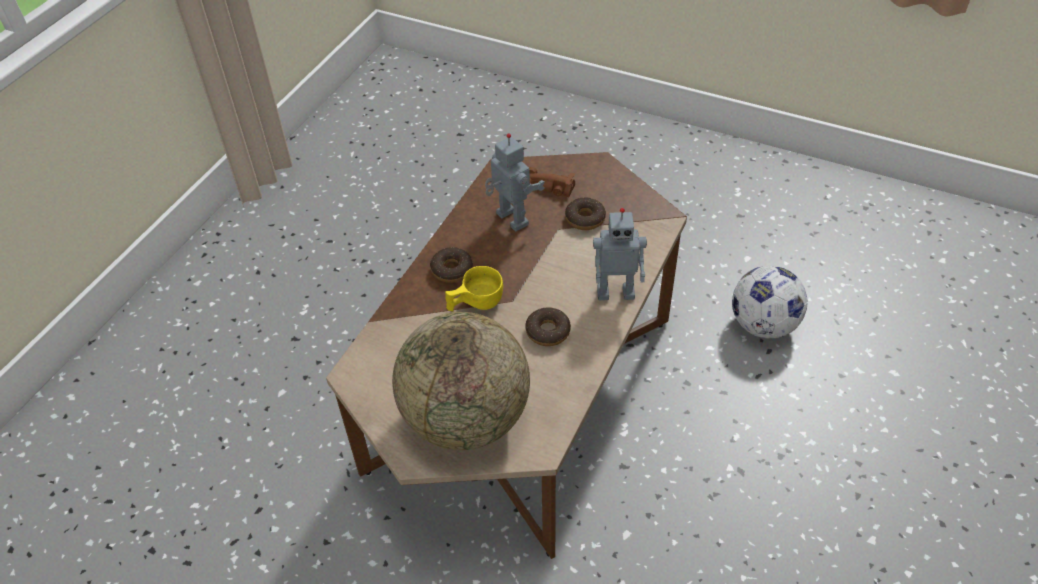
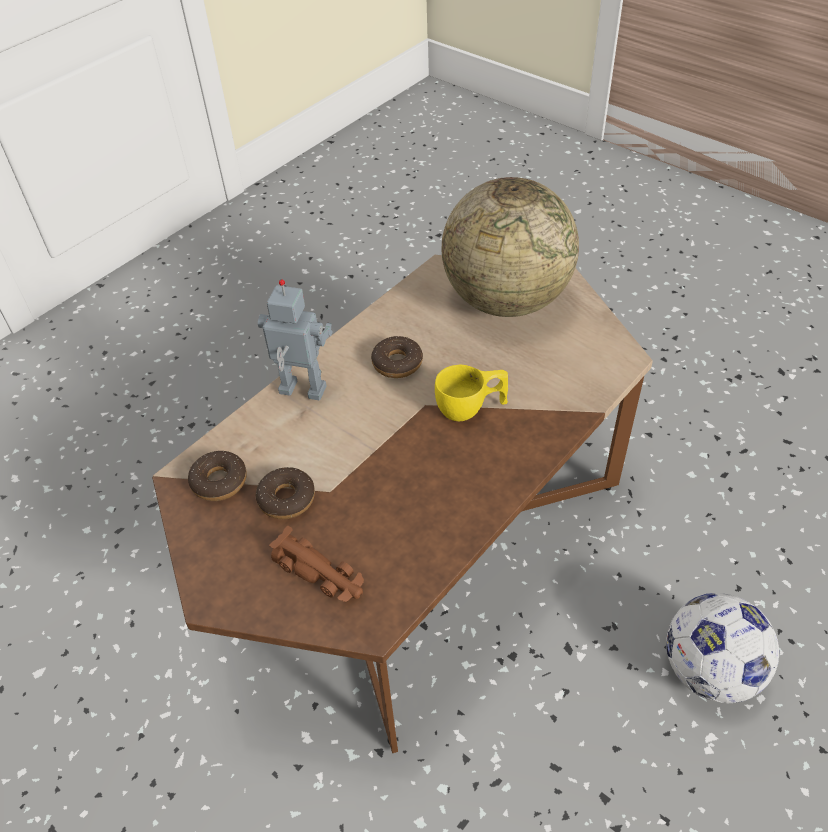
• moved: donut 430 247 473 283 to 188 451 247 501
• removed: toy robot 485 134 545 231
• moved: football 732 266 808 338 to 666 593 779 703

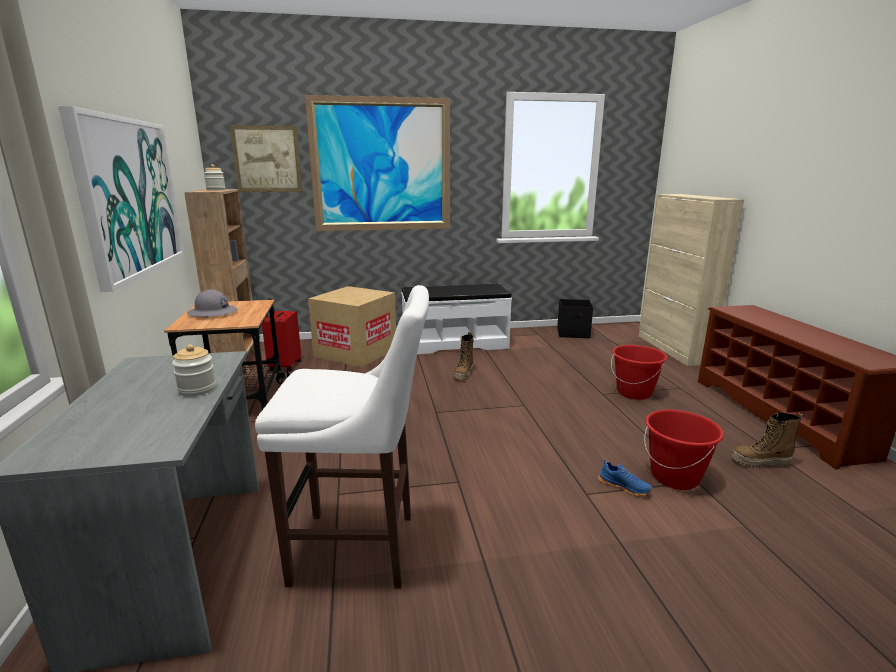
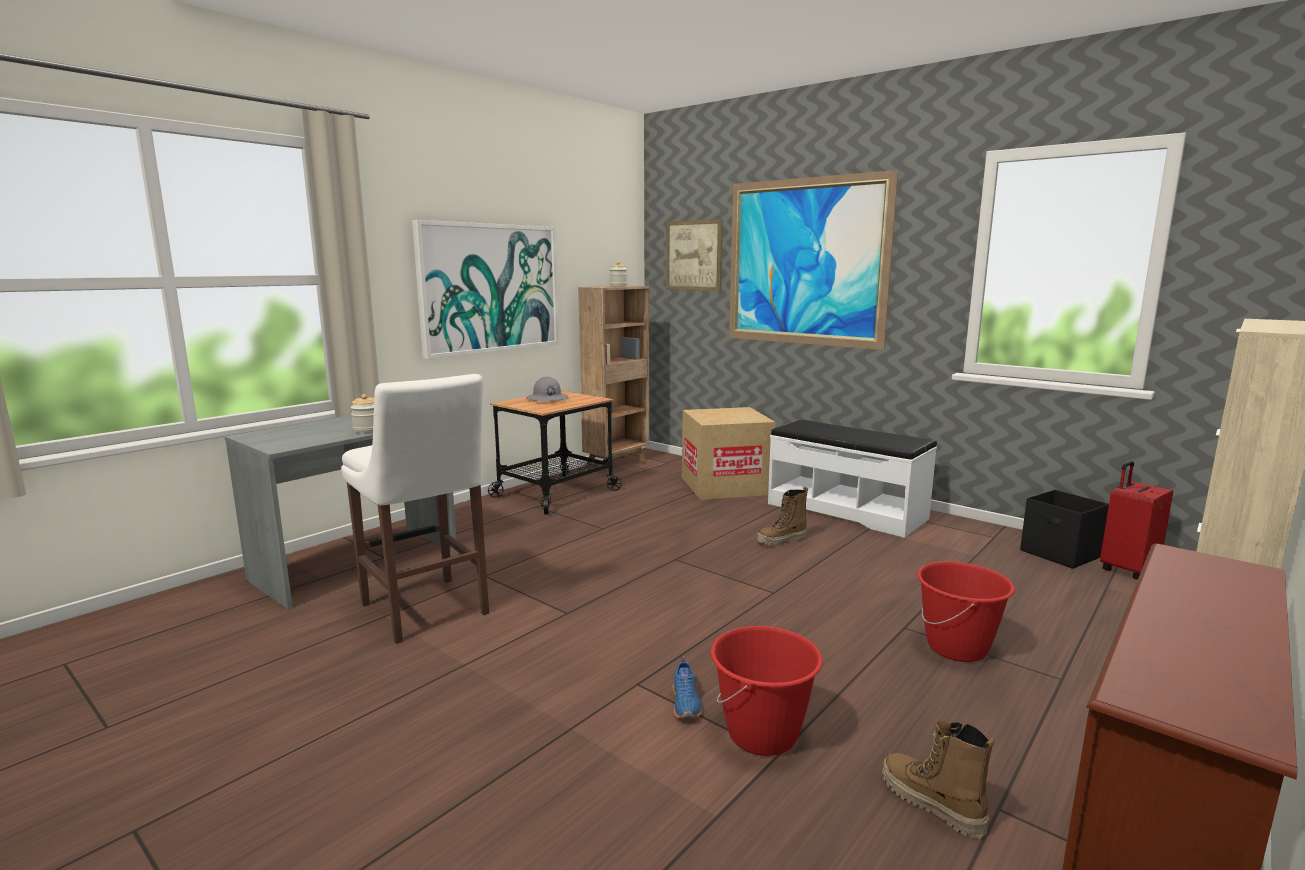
• moved: red suitcase 262 298 301 371 to 1100 461 1173 580

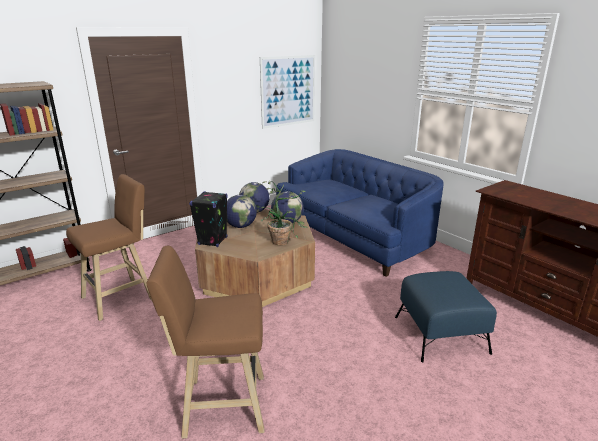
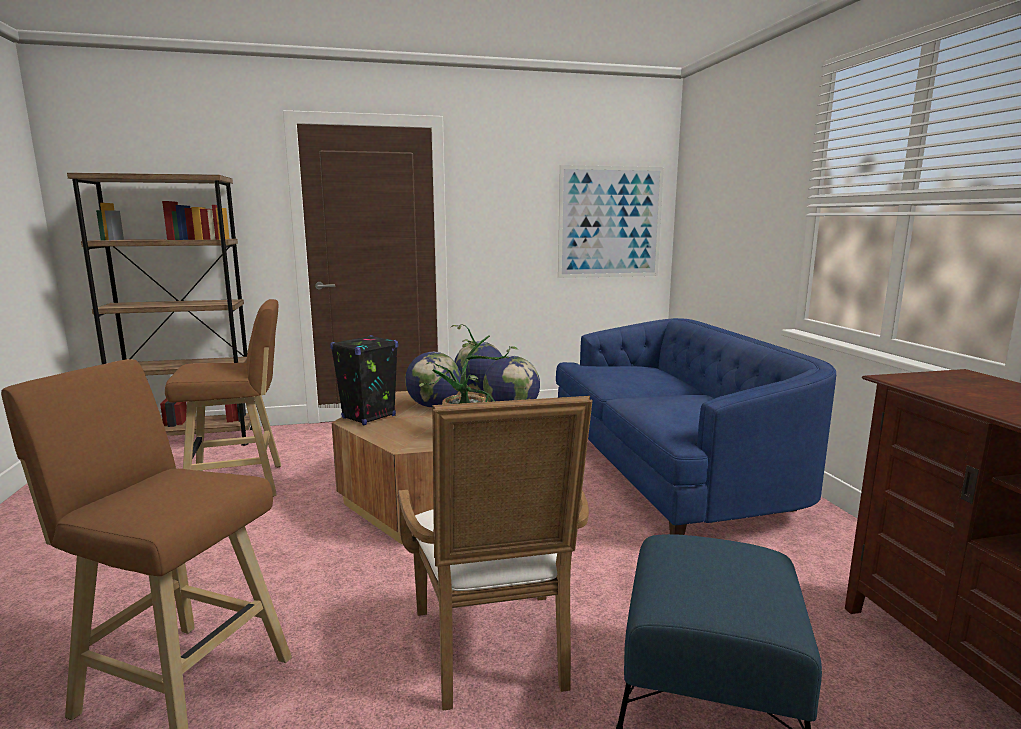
• added: white armchair 398 396 593 711

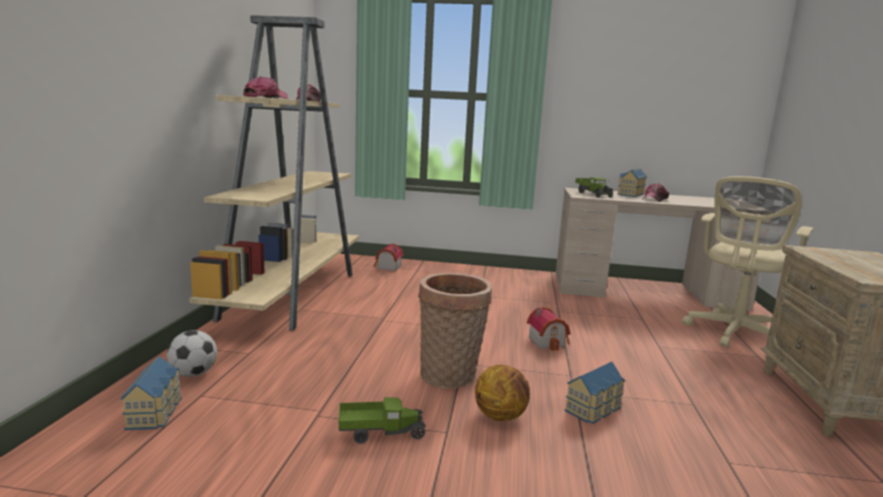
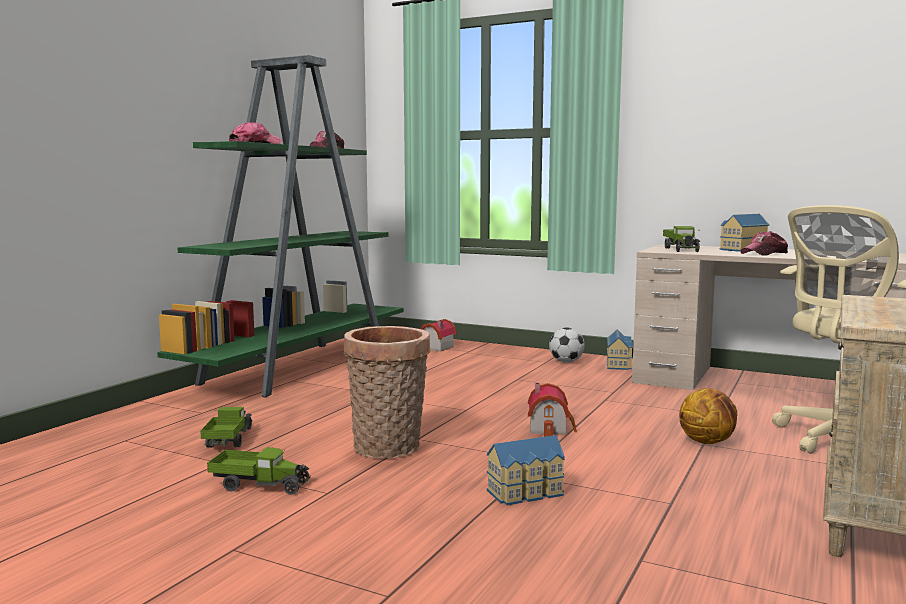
• moved: toy house 121 356 182 430 to 607 329 633 370
• moved: football 167 330 217 377 to 549 327 585 363
• recoloured: beige bookcase 189 15 359 331 to green bookcase 157 55 404 398
• moved: basketball 475 365 530 421 to 679 388 737 444
• added: toy truck 200 407 252 447

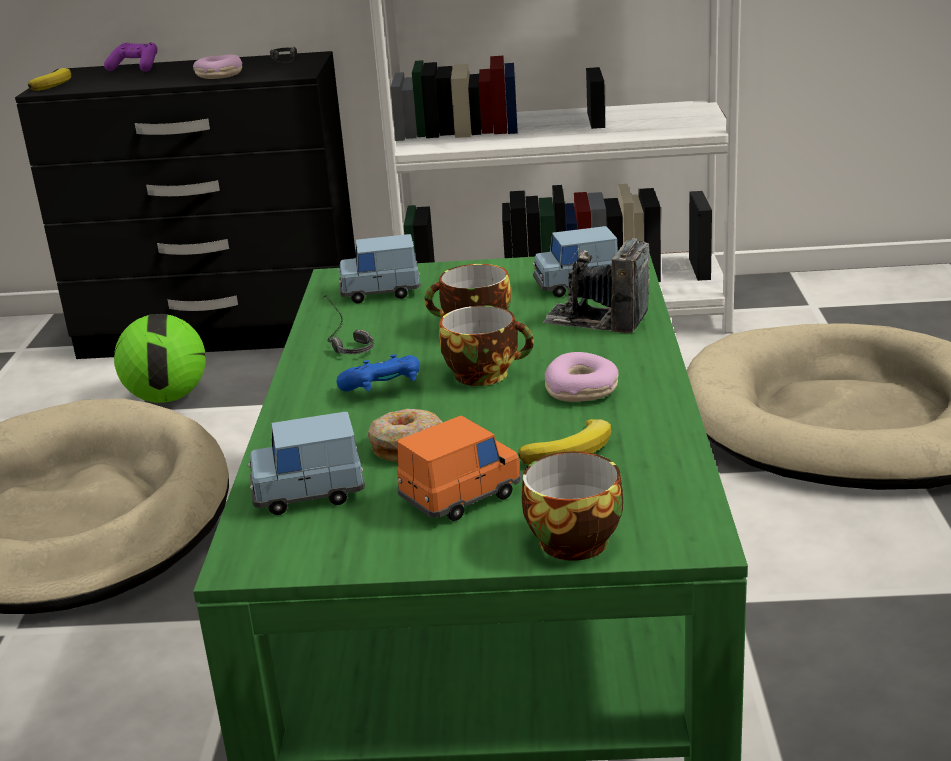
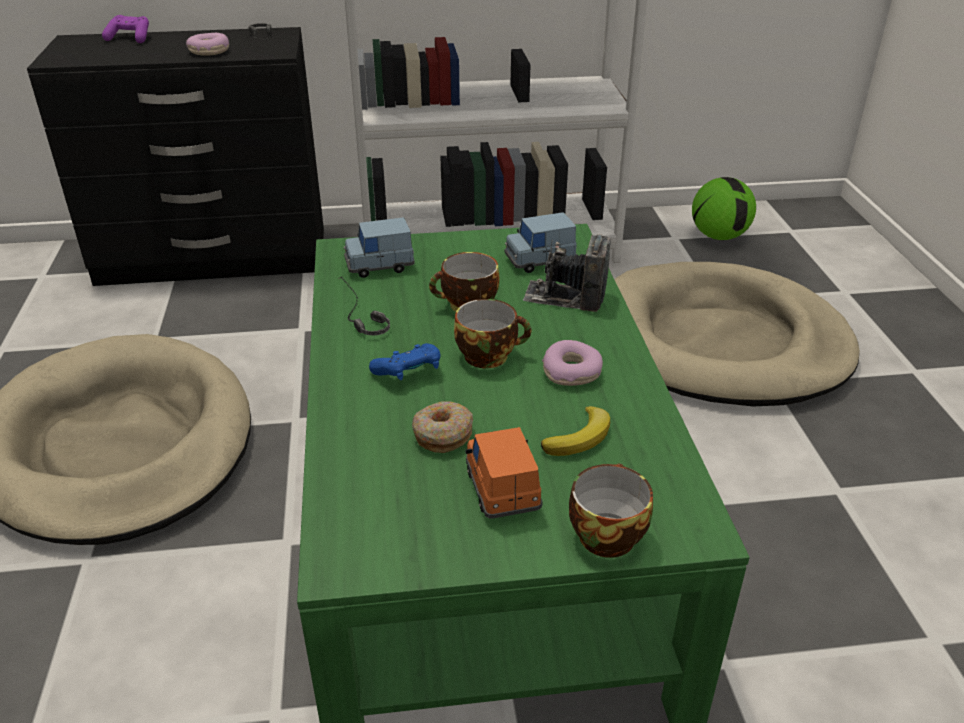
• removed: banana 28 68 71 91
• moved: football 114 314 206 403 to 692 177 756 240
• removed: blue toy car 248 412 365 515
• turned: orange toy car 397 415 522 521 = 466 427 543 519 60 degrees counterclockwise

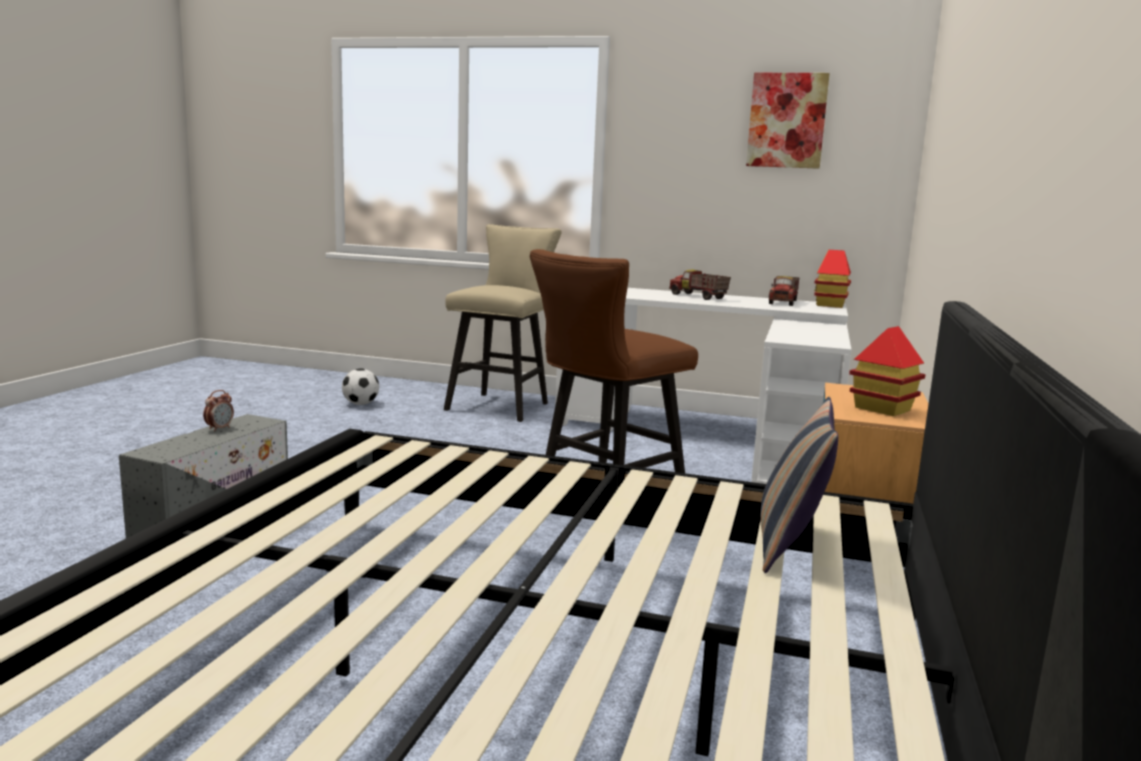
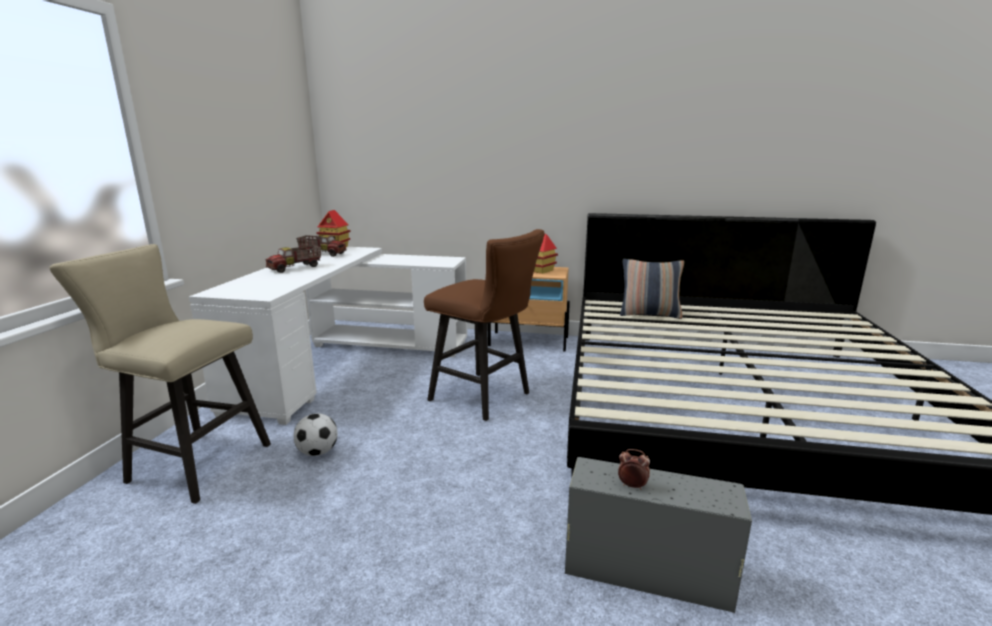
• moved: football 342 368 379 405 to 294 413 337 456
• removed: picture 746 73 830 169

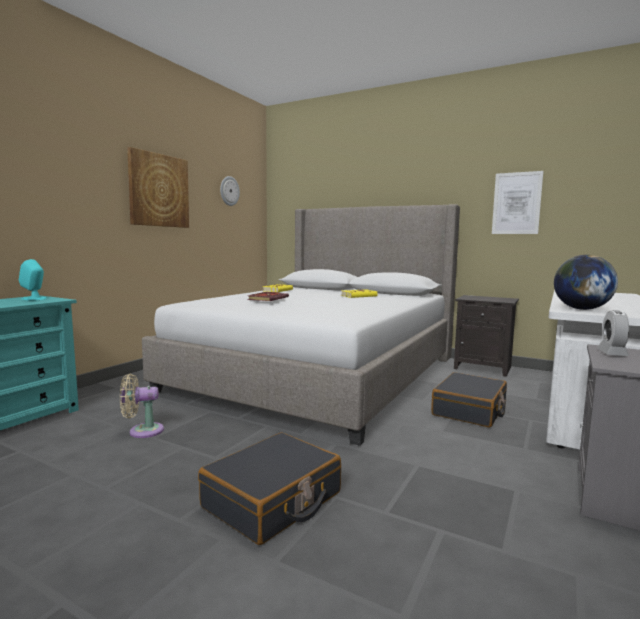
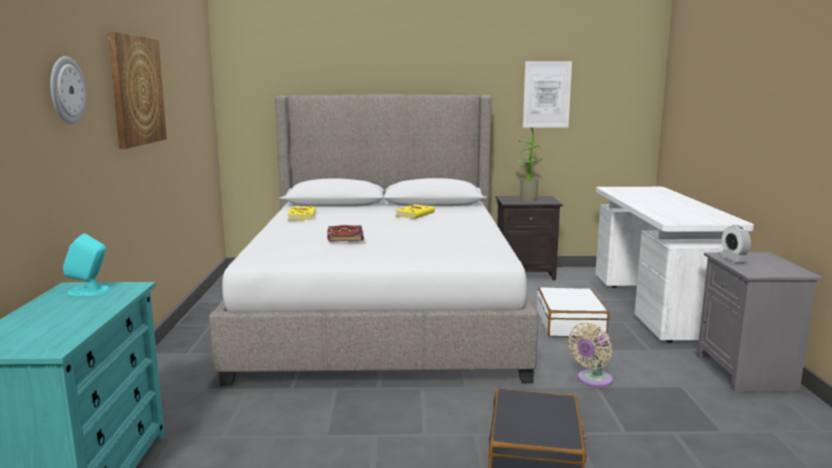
• moved: beige fan 120 374 164 438 to 568 323 613 387
• moved: wall clock 220 176 240 206 to 51 56 86 124
• recoloured: black suitcase 431 372 507 427 to white suitcase 537 287 609 337
• removed: globe 554 255 618 310
• added: potted plant 516 127 542 202

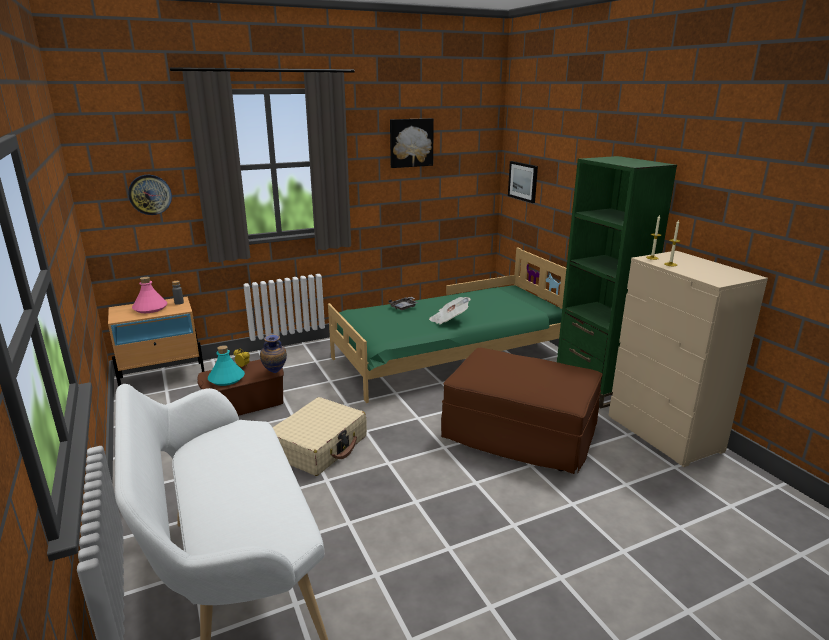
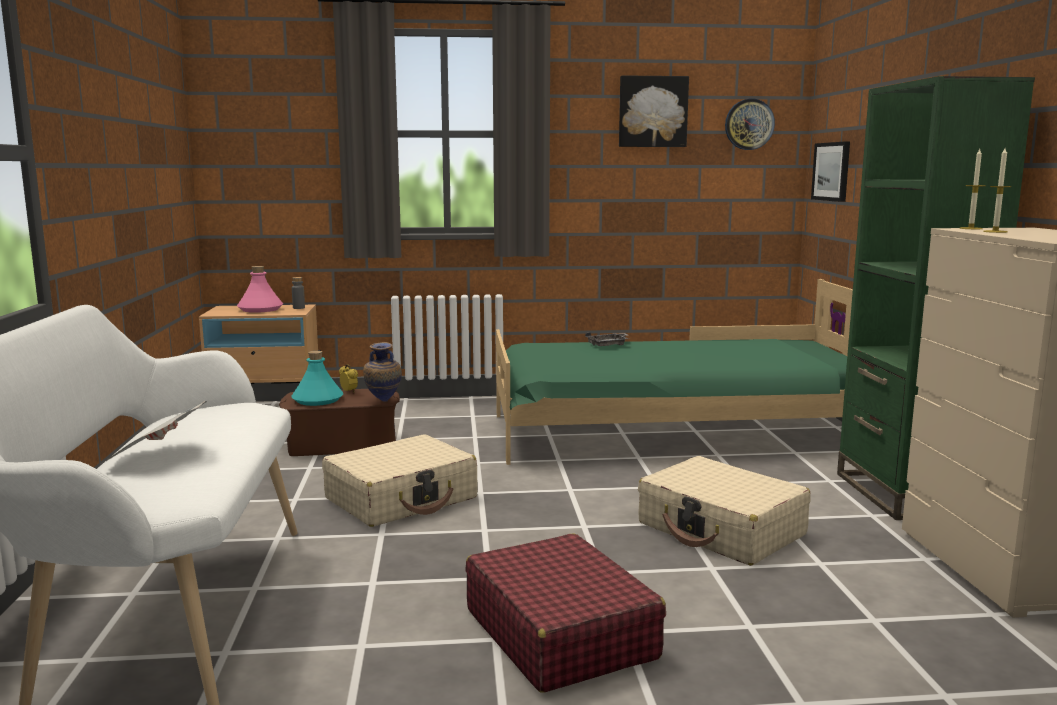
• moved: wall clock 128 175 172 215 to 725 99 775 150
• moved: newspaper 429 297 471 325 to 100 401 207 464
• replaced: brown ottoman 441 348 603 474 to beige suitcase 638 456 811 566
• added: red suitcase 465 534 666 693

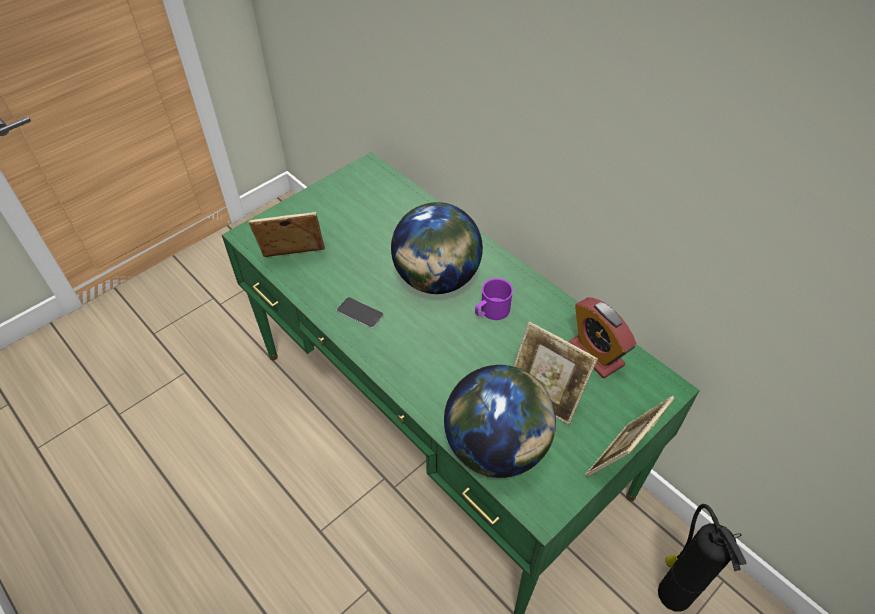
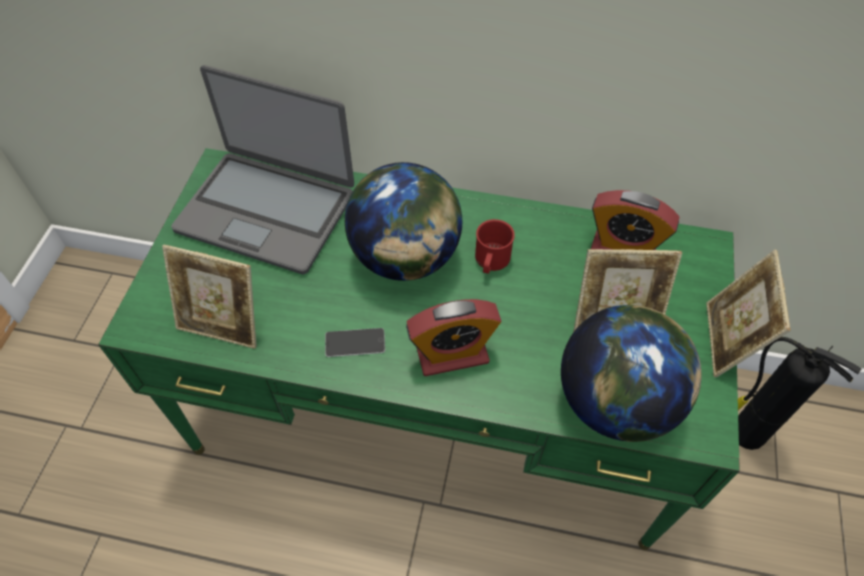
• turned: picture frame 248 212 325 257 = 162 245 257 349 120 degrees counterclockwise
• recoloured: purple mug 475 278 513 320 to red mug 475 219 515 274
• added: laptop 171 65 354 274
• added: alarm clock 406 299 501 376

